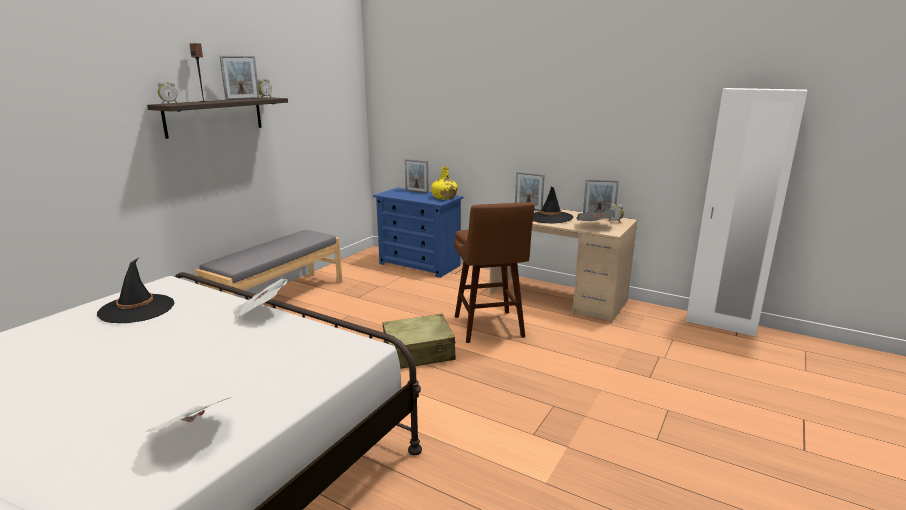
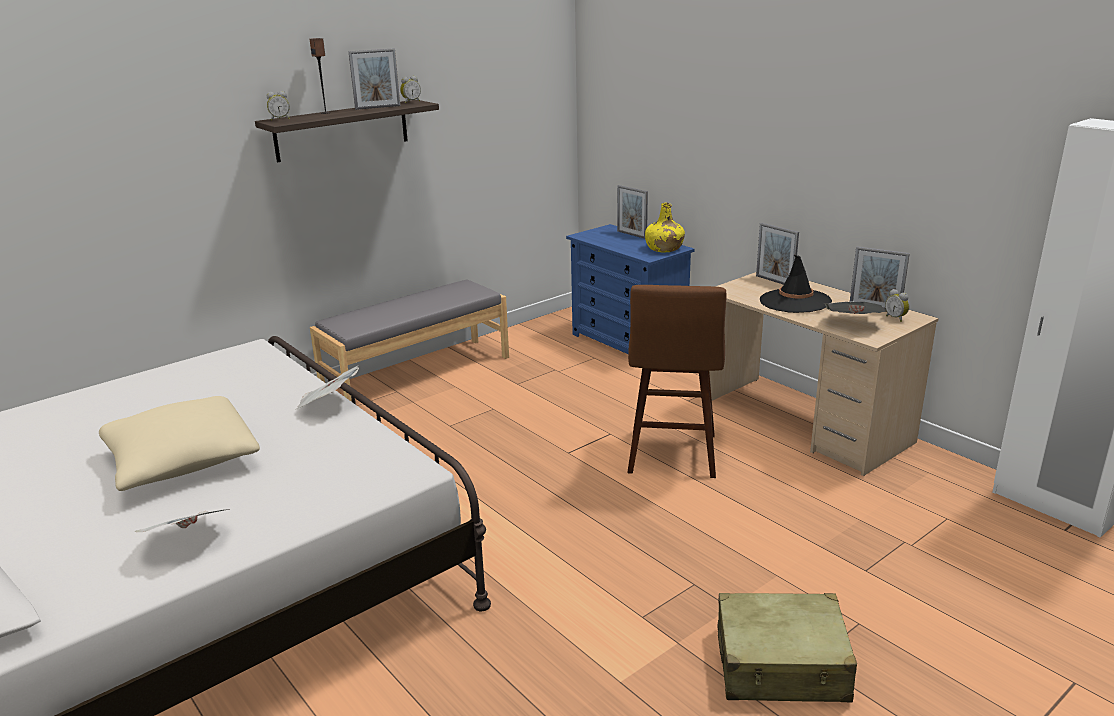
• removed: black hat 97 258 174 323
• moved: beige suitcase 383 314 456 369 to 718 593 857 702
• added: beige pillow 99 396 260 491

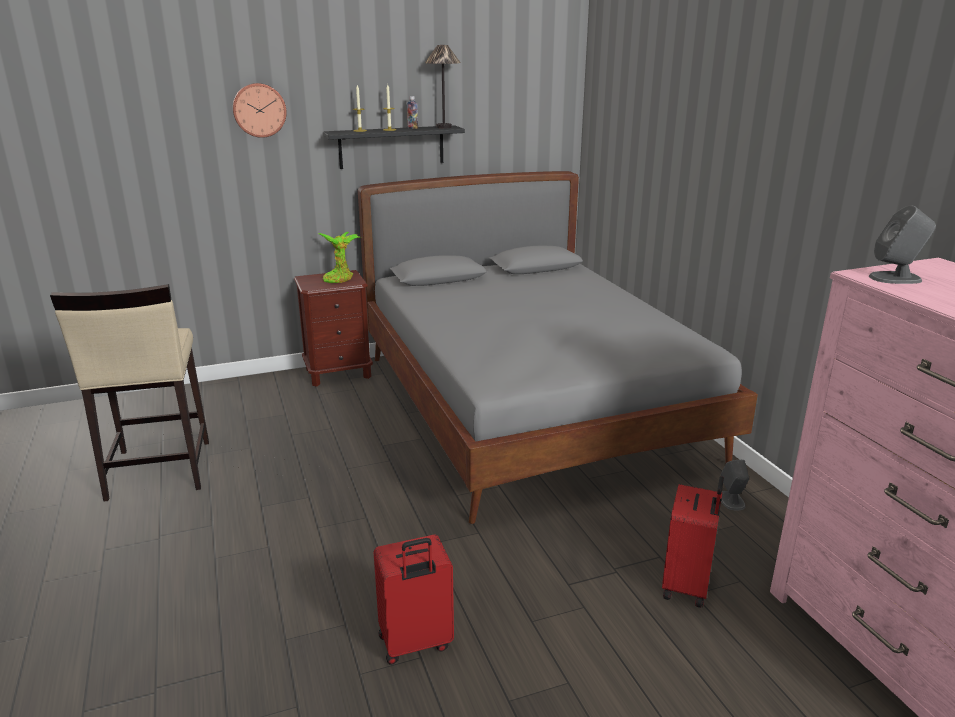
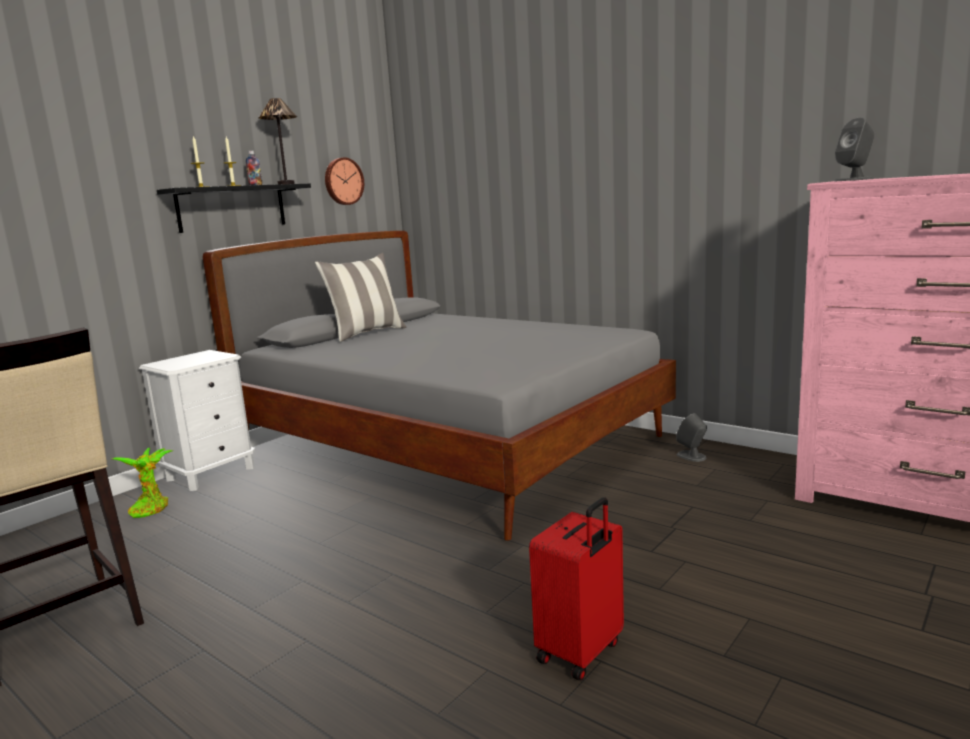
• moved: wall clock 233 83 287 138 to 325 157 364 205
• recoloured: brown nightstand 294 270 373 387 to white nightstand 139 350 255 491
• moved: potted plant 318 232 361 283 to 113 448 172 518
• removed: red suitcase 662 476 724 608
• added: pillow 315 253 406 342

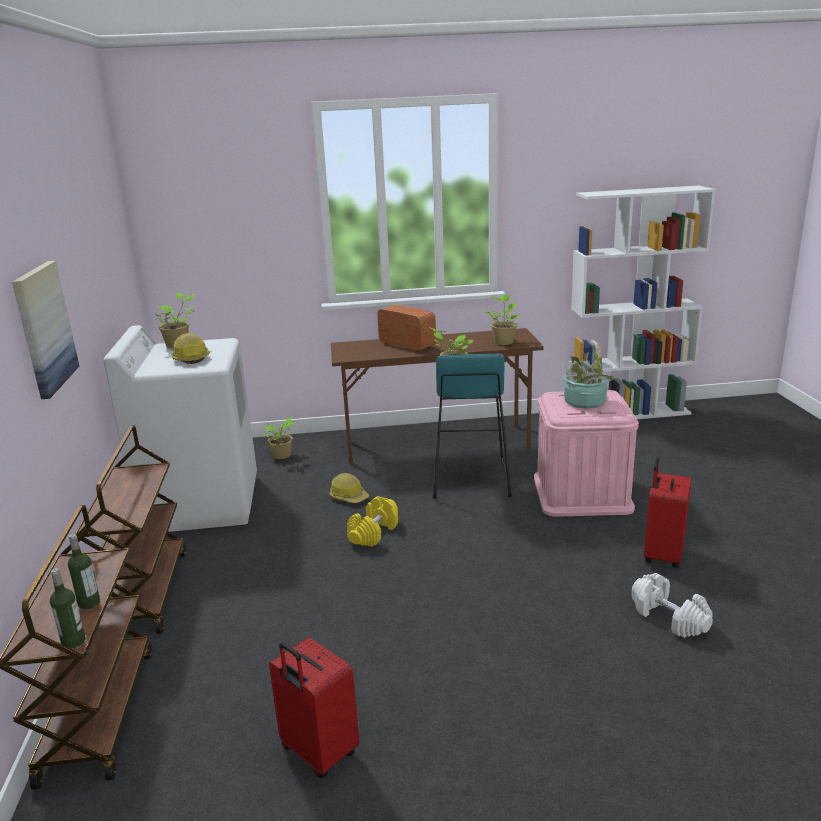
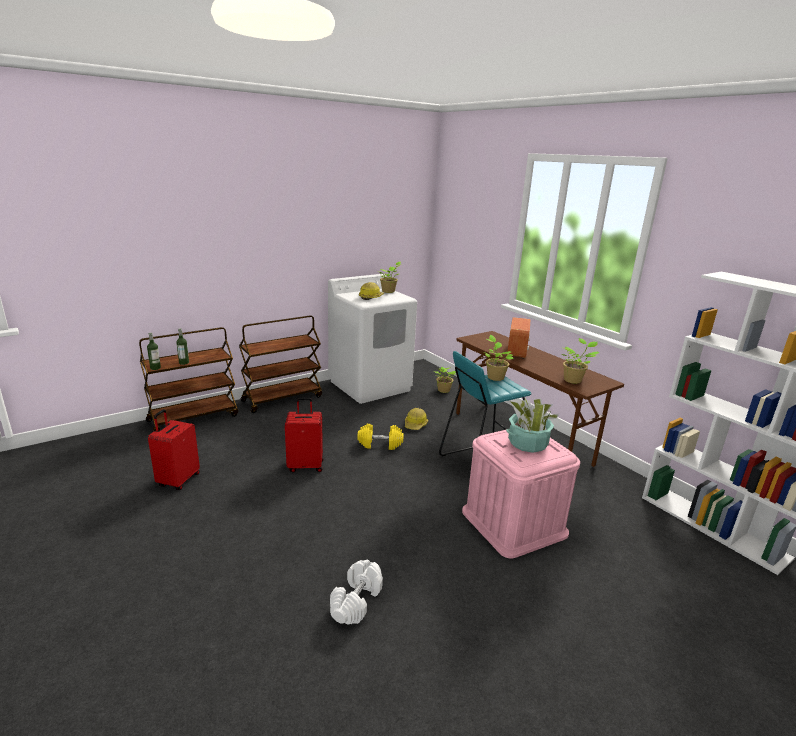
• removed: picture 12 261 79 399
• moved: red suitcase 644 458 692 568 to 285 398 323 472

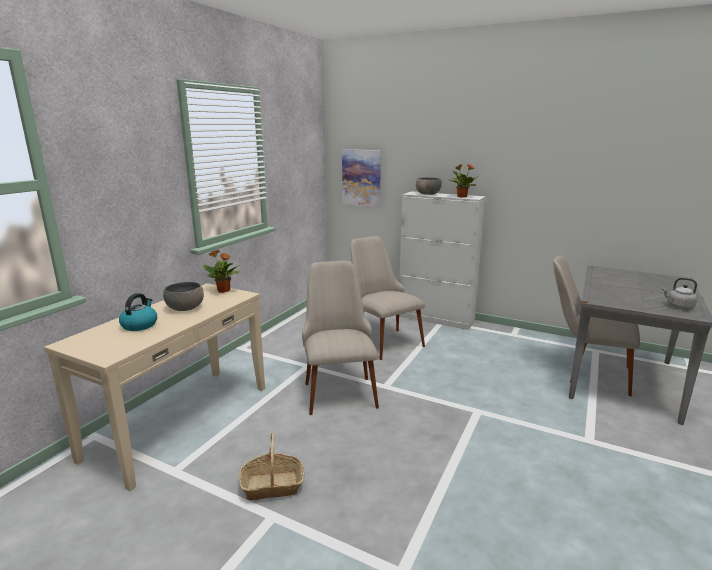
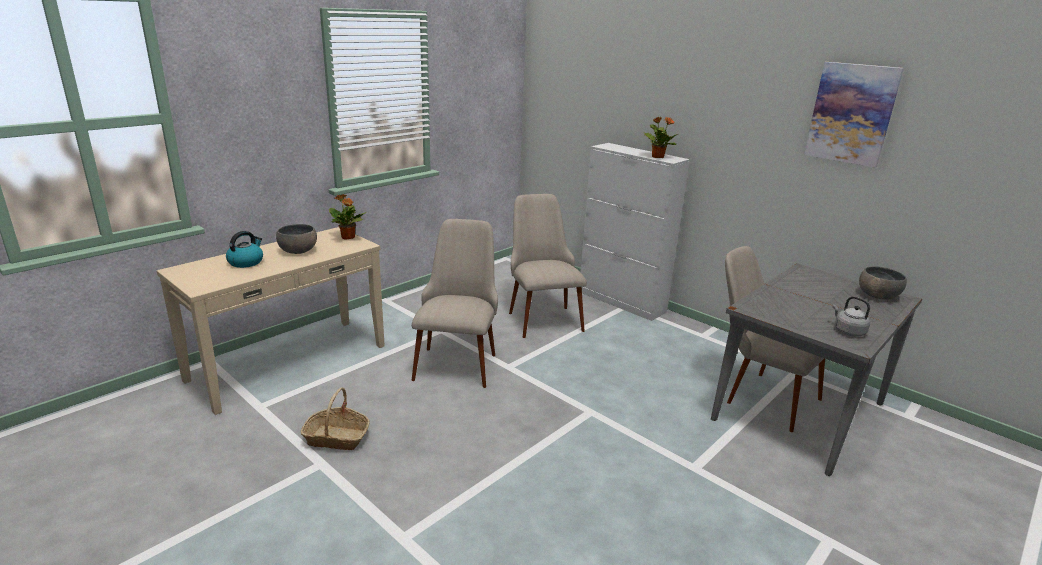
• moved: picture 342 149 381 207 to 804 62 904 167
• moved: grey bowl 416 177 442 195 to 859 266 907 300

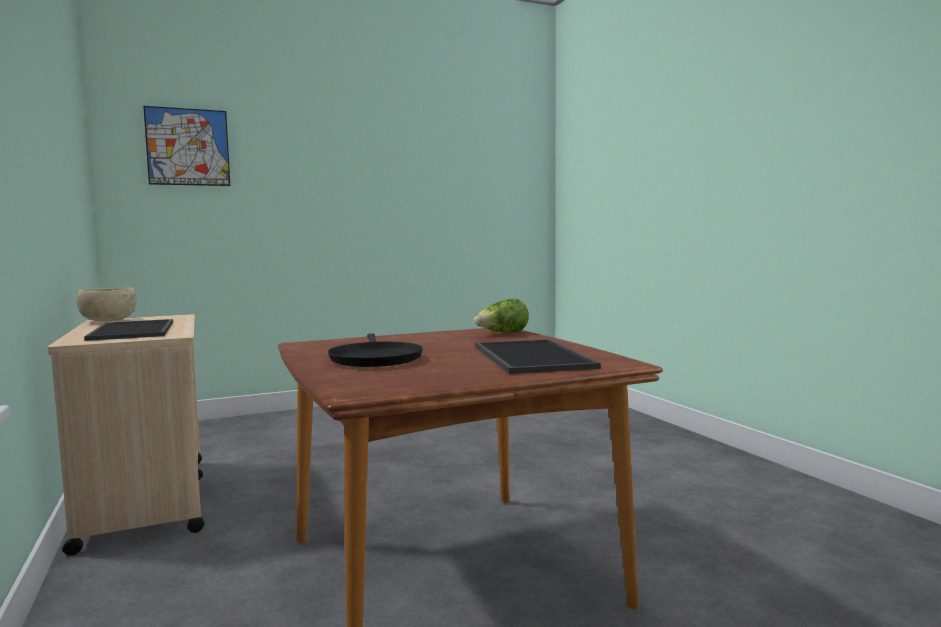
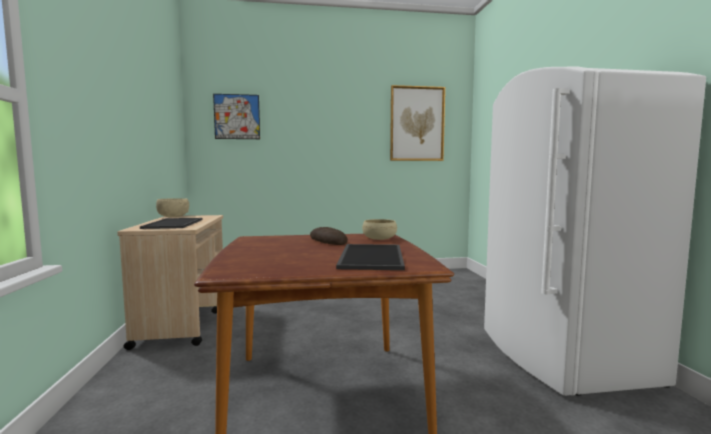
• removed: black frying pan 328 333 423 367
• replaced: lettuce 474 299 529 333 to beige bowl 362 219 397 240
• added: bread 310 227 348 245
• added: picture 390 85 445 161
• added: white fridge 484 66 706 396

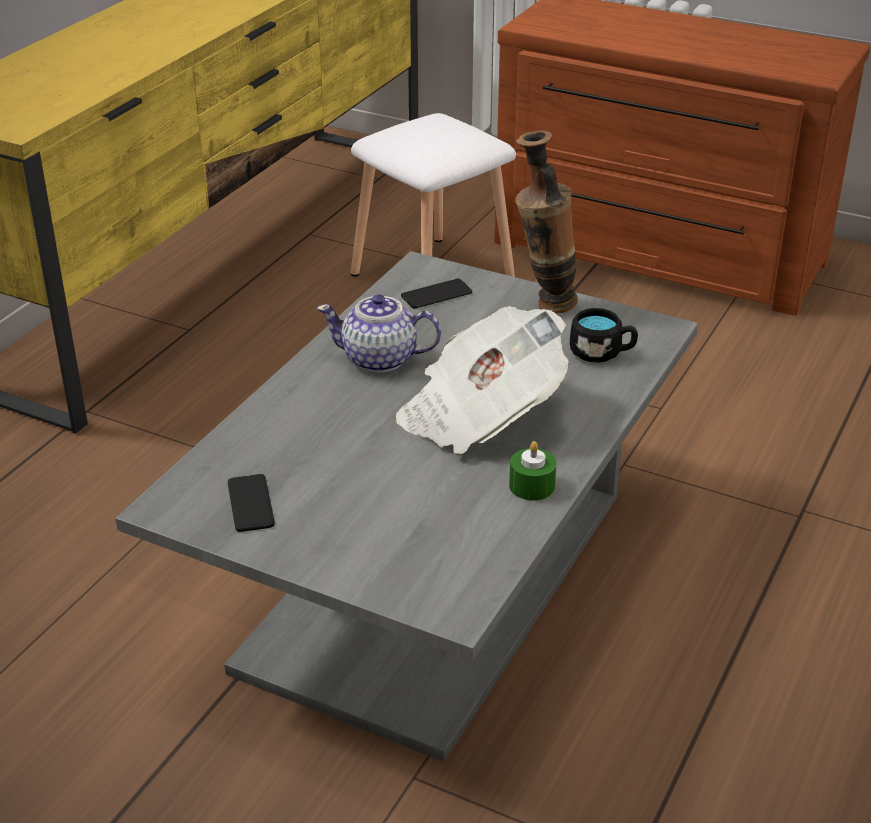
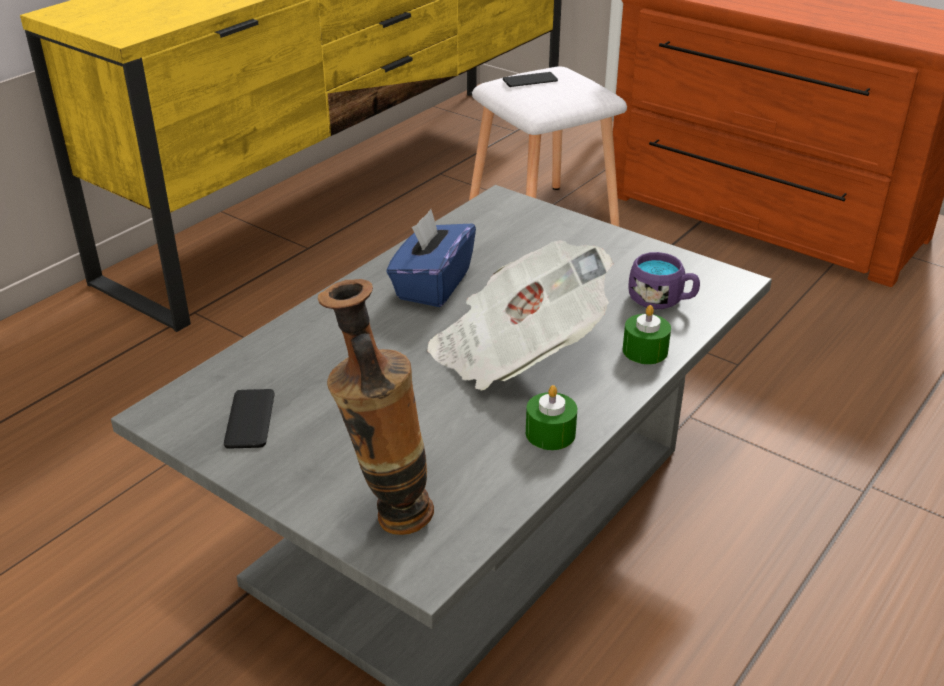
• replaced: teapot 317 294 441 372 to blue tissue box 387 209 476 307
• moved: phone 401 278 472 309 to 503 72 558 87
• moved: vase 515 130 578 314 to 318 279 434 535
• recoloured: black mug 570 308 638 363 to purple mug 628 252 700 309
• added: green candle 623 305 671 364

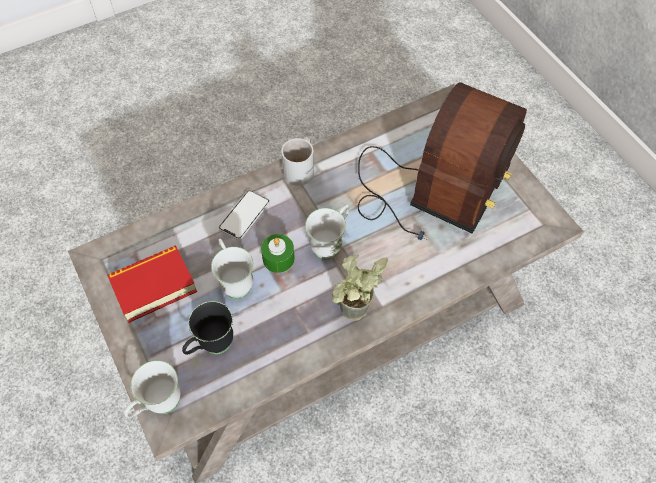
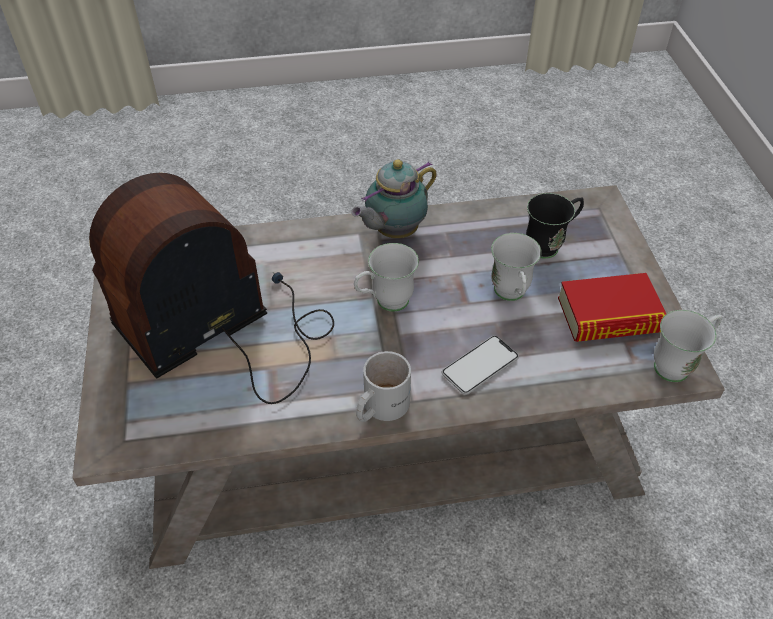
• moved: white mug 124 360 181 418 to 654 310 722 382
• removed: green candle 261 234 295 273
• replaced: potted plant 332 255 389 321 to teapot 351 159 437 238

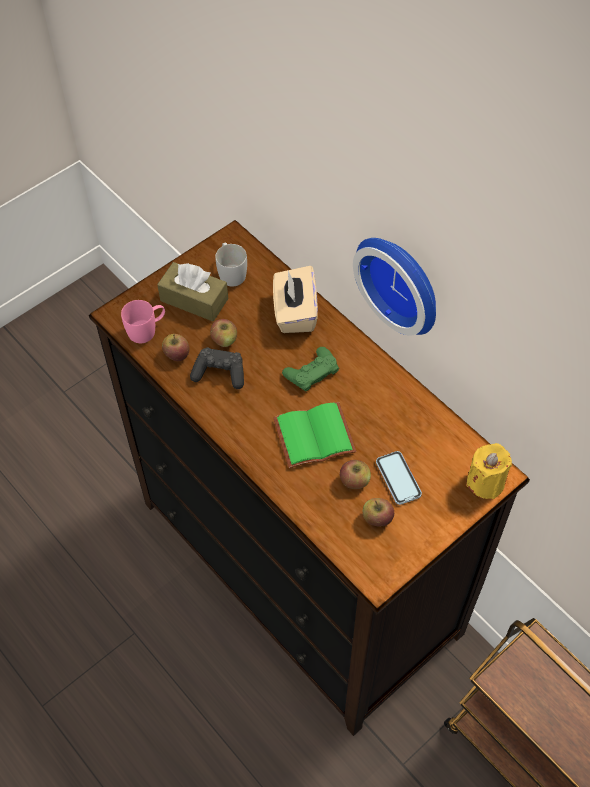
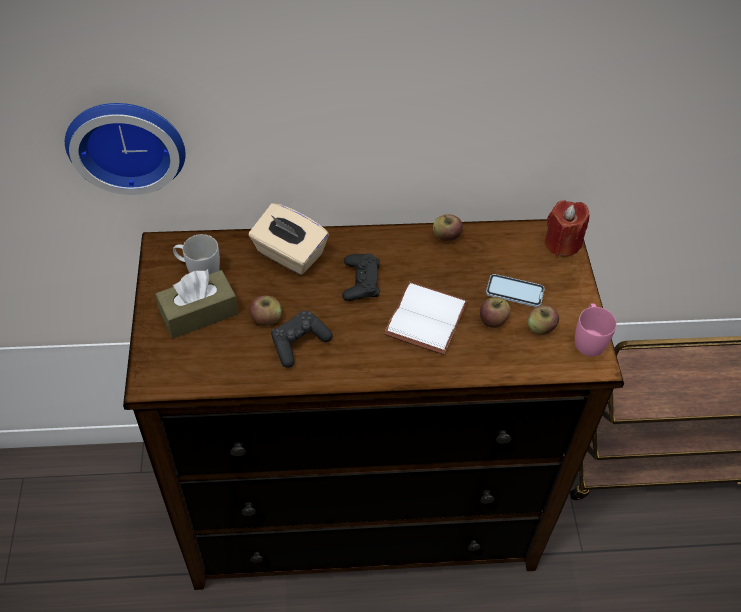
• moved: pink mug 121 300 165 343 to 575 303 617 356
• moved: apple 162 334 190 361 to 433 214 463 241
• recoloured: green book 273 402 356 468 to white book 384 282 468 355
• recoloured: green game controller 282 347 339 392 to black game controller 342 254 380 301
• moved: wall clock 353 238 436 335 to 65 103 185 195
• recoloured: yellow candle 466 443 512 499 to red candle 545 200 589 257

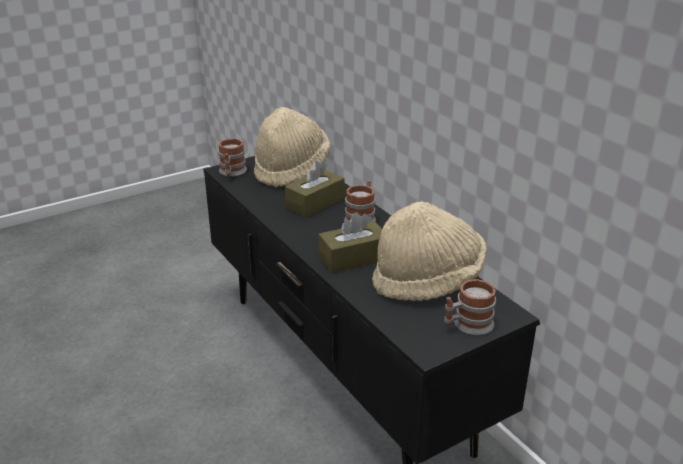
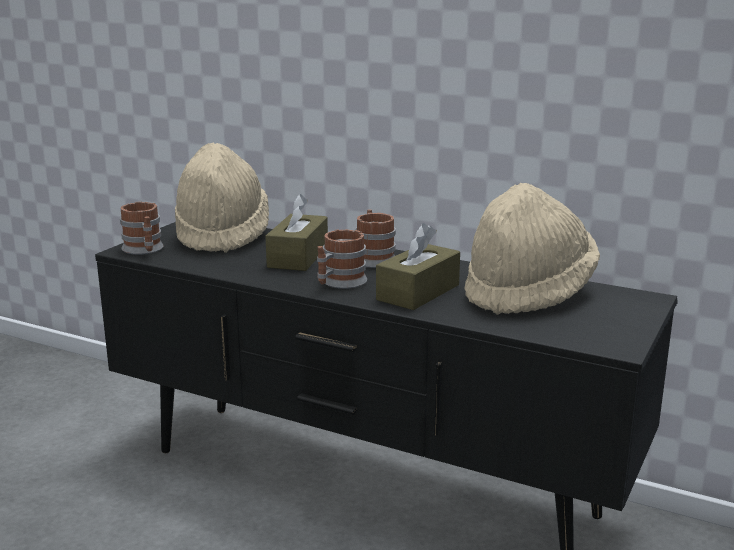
• moved: mug 444 279 496 335 to 317 229 367 289

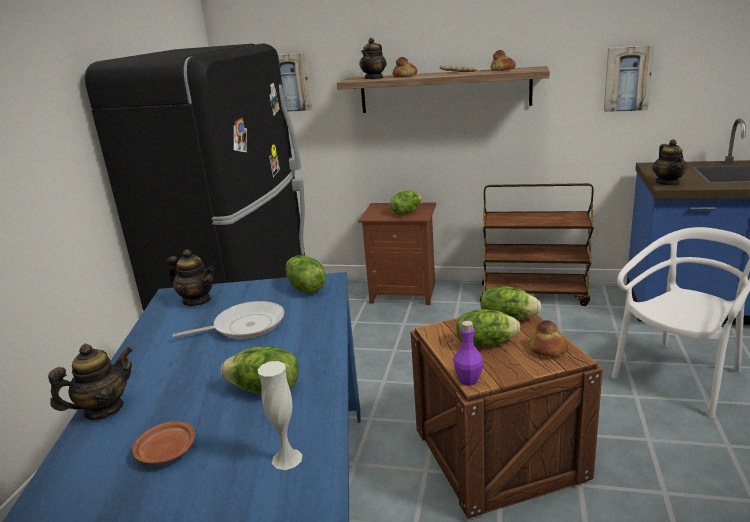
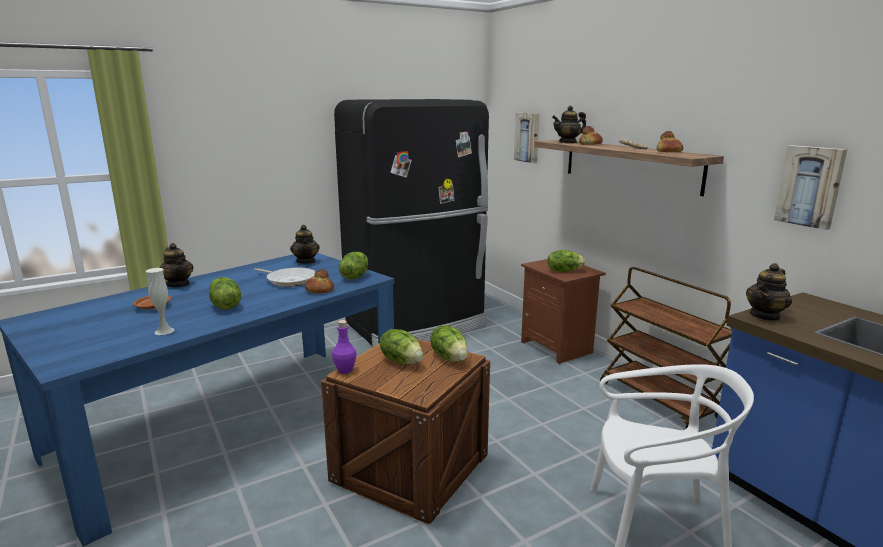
• turned: teapot 48 344 133 420 = 160 243 193 287 45 degrees clockwise
• moved: bread 530 320 568 357 to 305 269 334 293

